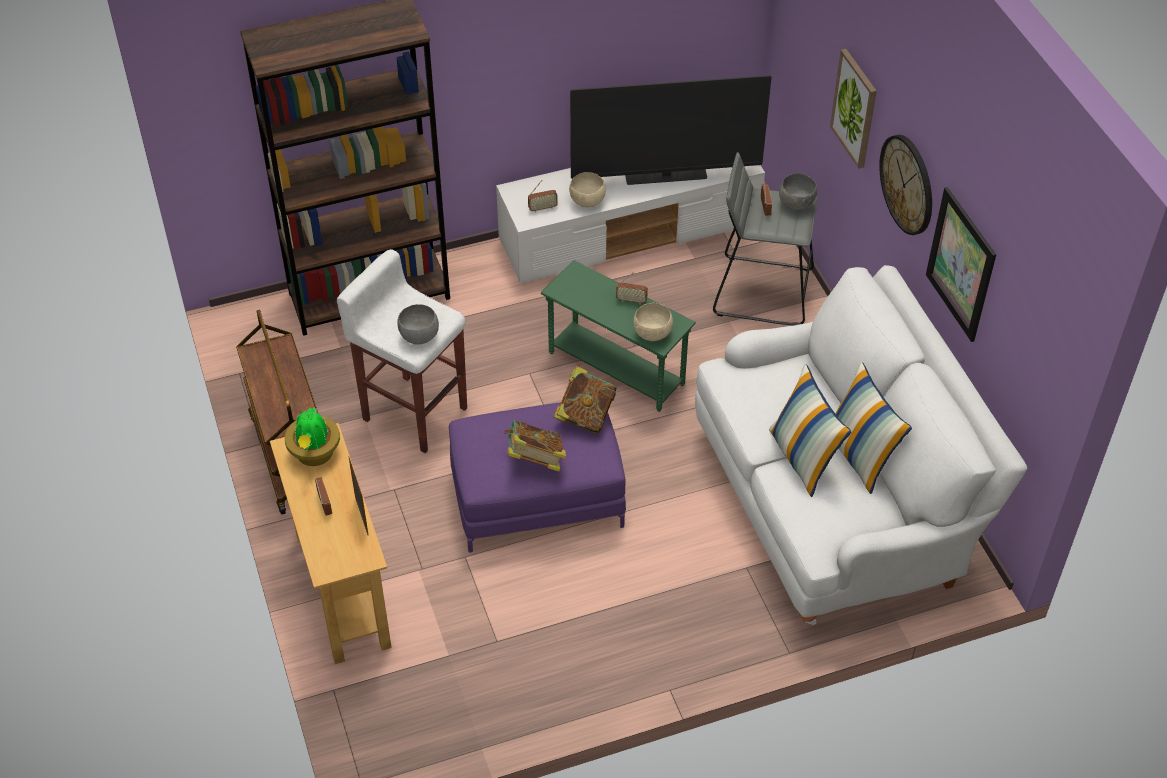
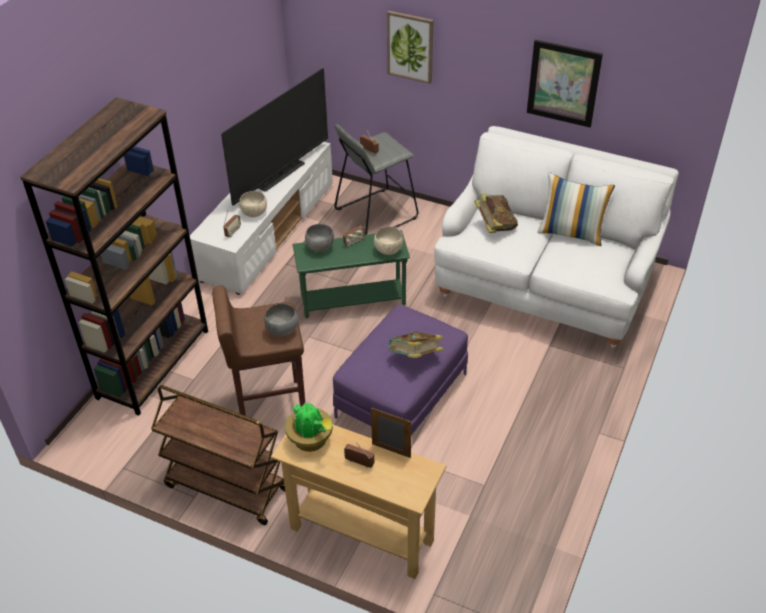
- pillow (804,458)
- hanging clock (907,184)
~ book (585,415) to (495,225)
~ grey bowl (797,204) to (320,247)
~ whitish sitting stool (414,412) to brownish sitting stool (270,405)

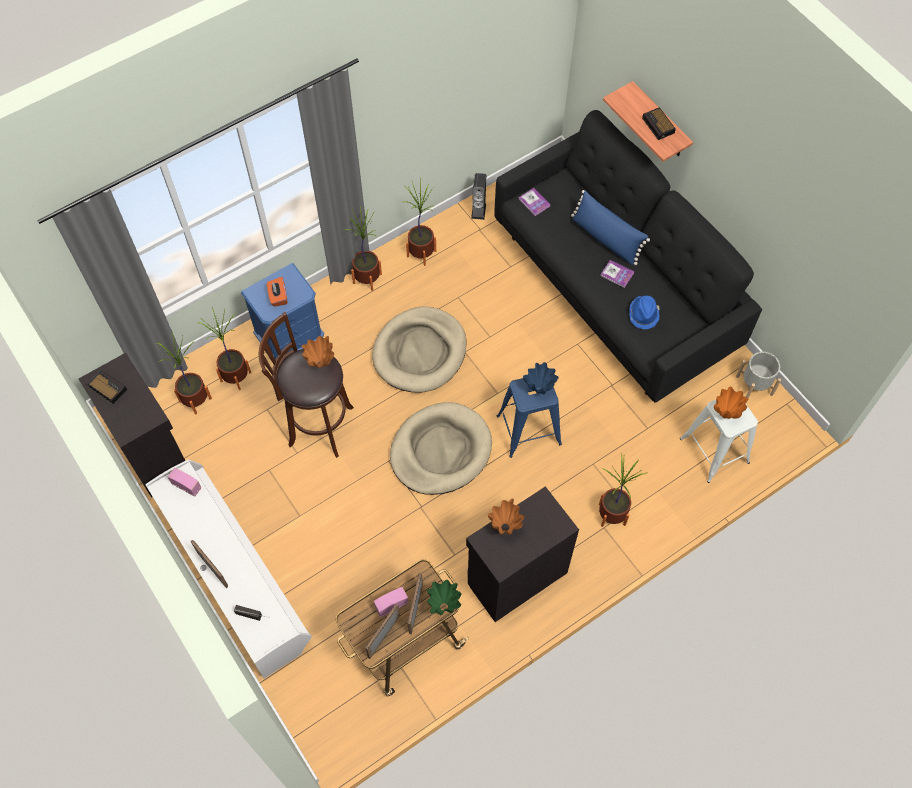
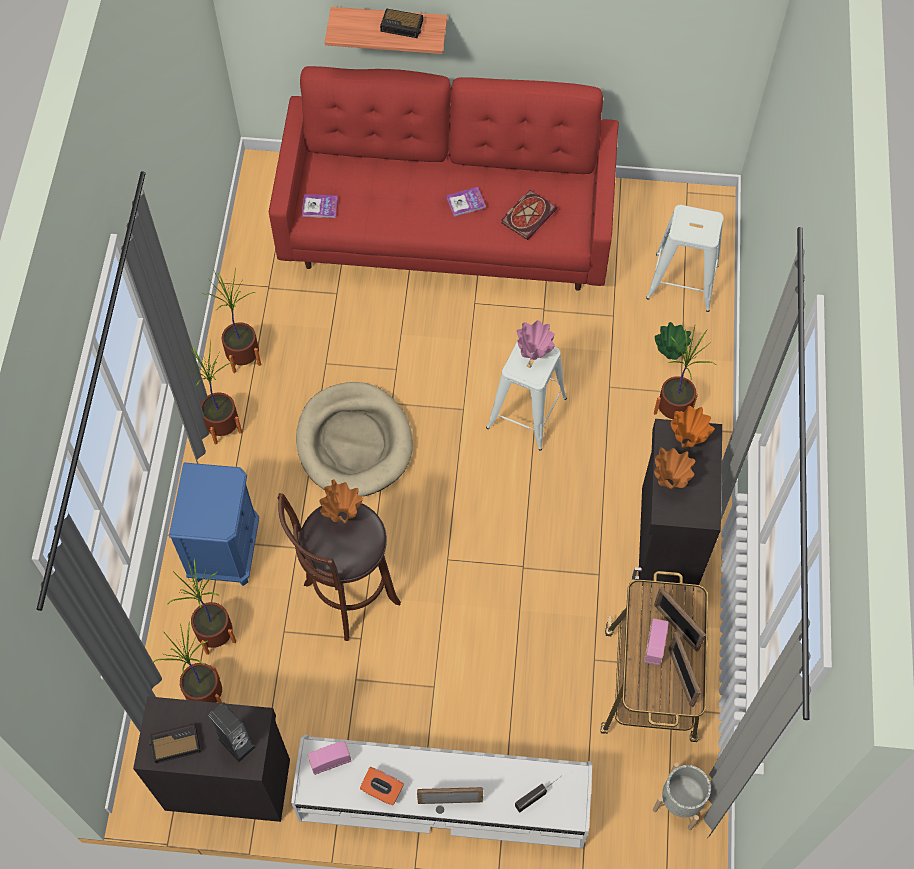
- beige-coloured pet bed (440,451)
- bluish pillow (606,238)
~ orange-coloured tissue box (278,297) to (382,790)
~ green-coloured flower vase (444,606) to (669,355)
~ audio speaker (478,211) to (237,743)
~ orange-coloured flower vase (725,415) to (687,442)
~ grey plant pot (754,385) to (679,801)
~ bluish clothing hat (643,314) to book (528,215)
~ black-coloured settee (614,290) to reddish settee (447,230)
~ bluish sitting stool (529,430) to whitish sitting stool (526,412)
~ bluish flower vase (539,390) to pink-coloured flower vase (534,355)

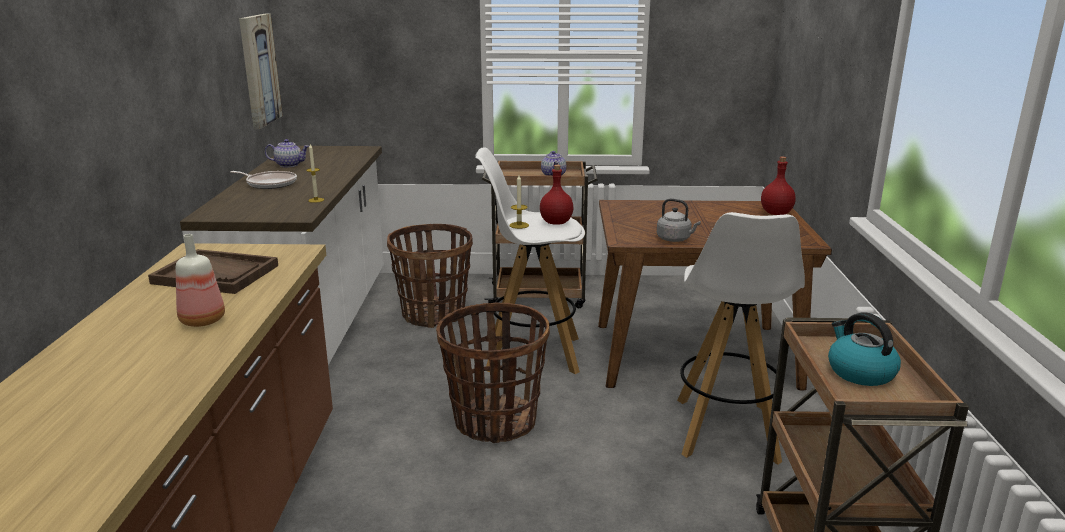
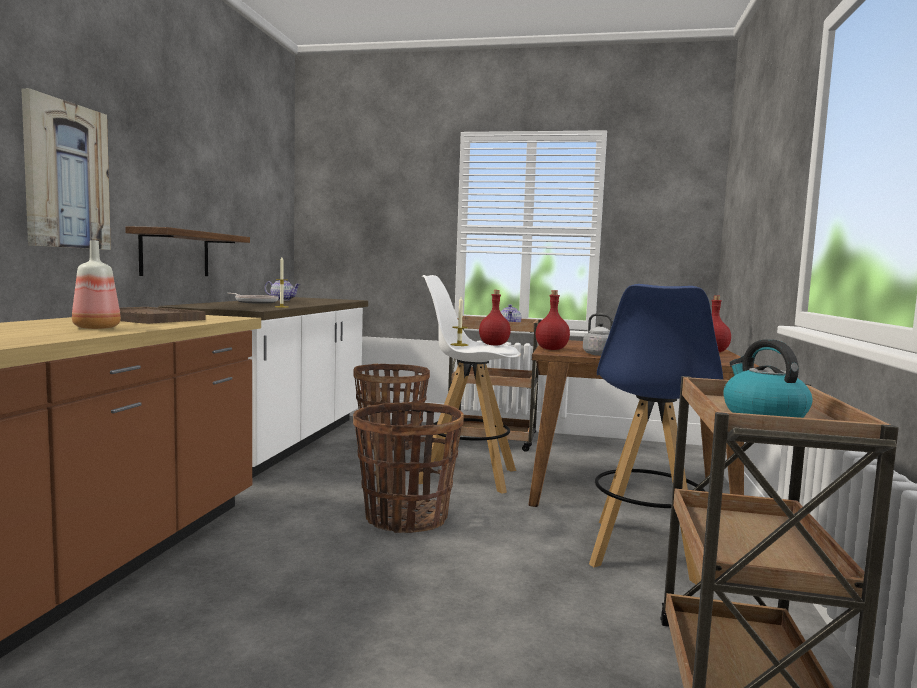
+ bracket shelf (175,253)
+ reddish drink bottle (551,349)
~ wall picture (259,70) to (66,176)
~ whitish sitting stool (726,430) to bluish sitting stool (645,551)

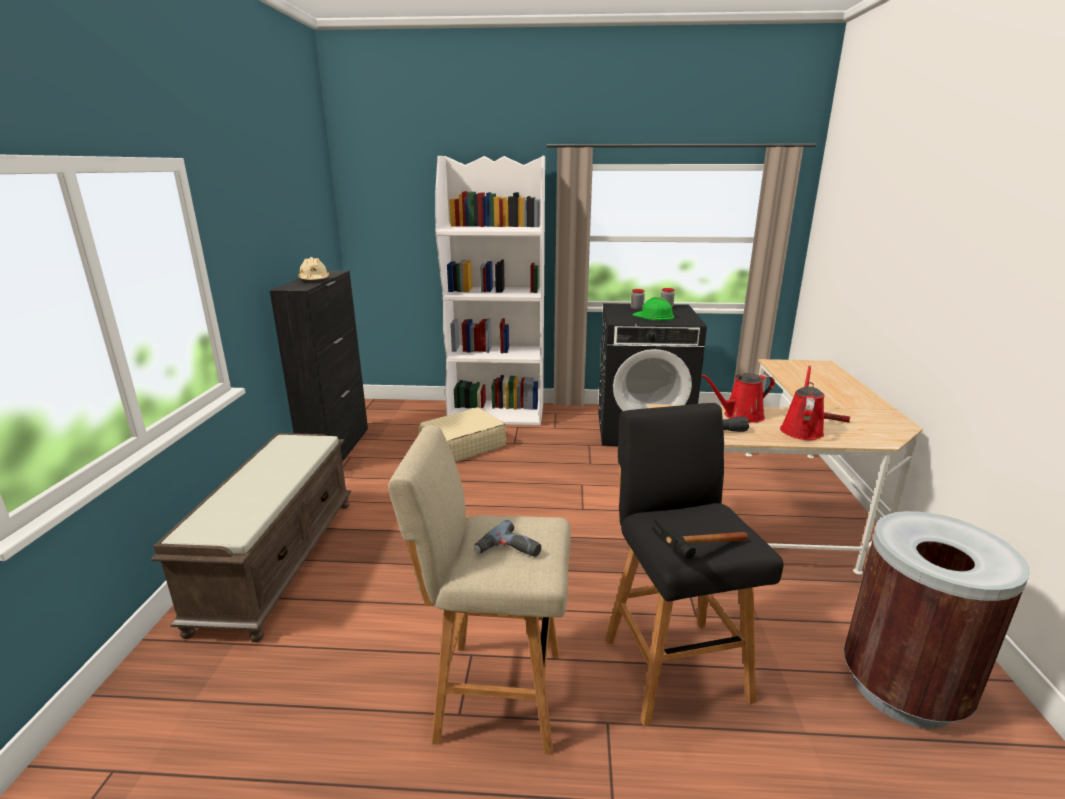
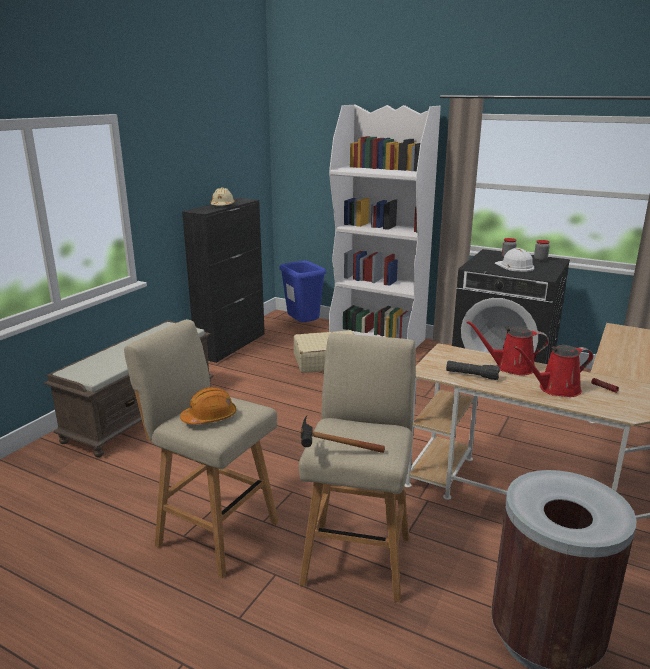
+ bluish rubbish bin (303,327)
~ power drill (508,551) to orange-coloured safety helmet (209,417)
~ black-coloured sitting stool (673,665) to beige-coloured sitting stool (357,557)
~ green-coloured safety helmet (654,316) to whitish safety helmet (514,266)
~ reddish watering can (801,429) = (555,389) 150 degrees counterclockwise

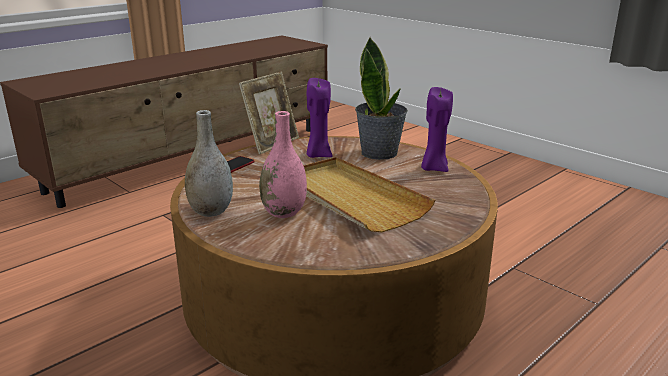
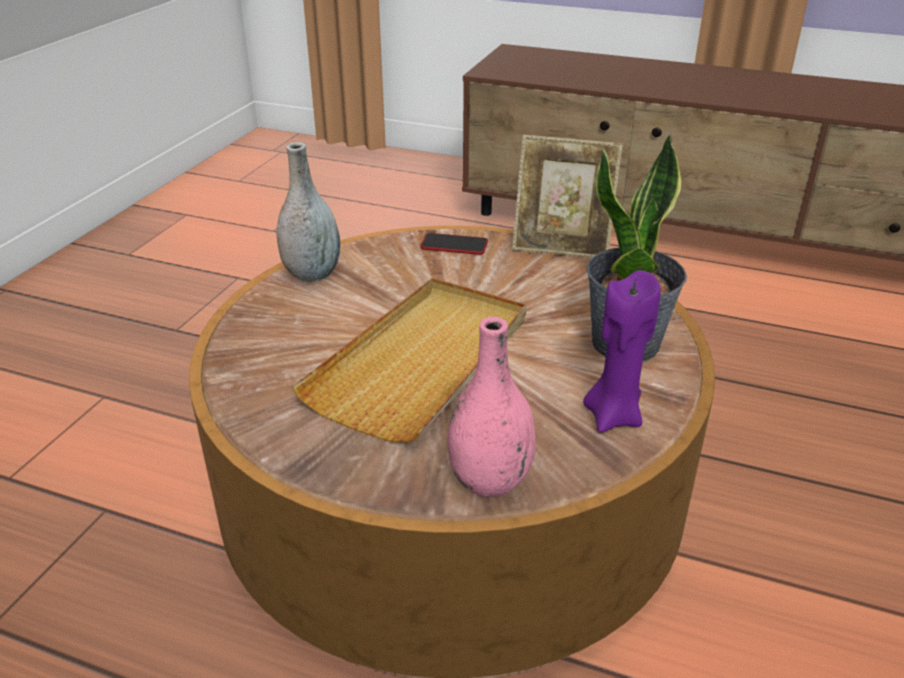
- purple wax candle (318,155)
~ pink-coloured flower vase (284,213) to (489,481)

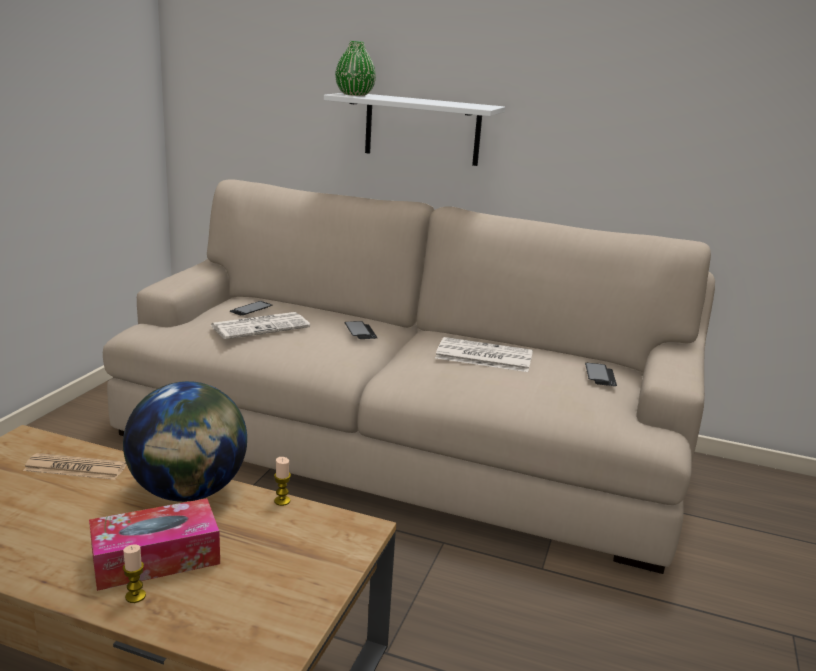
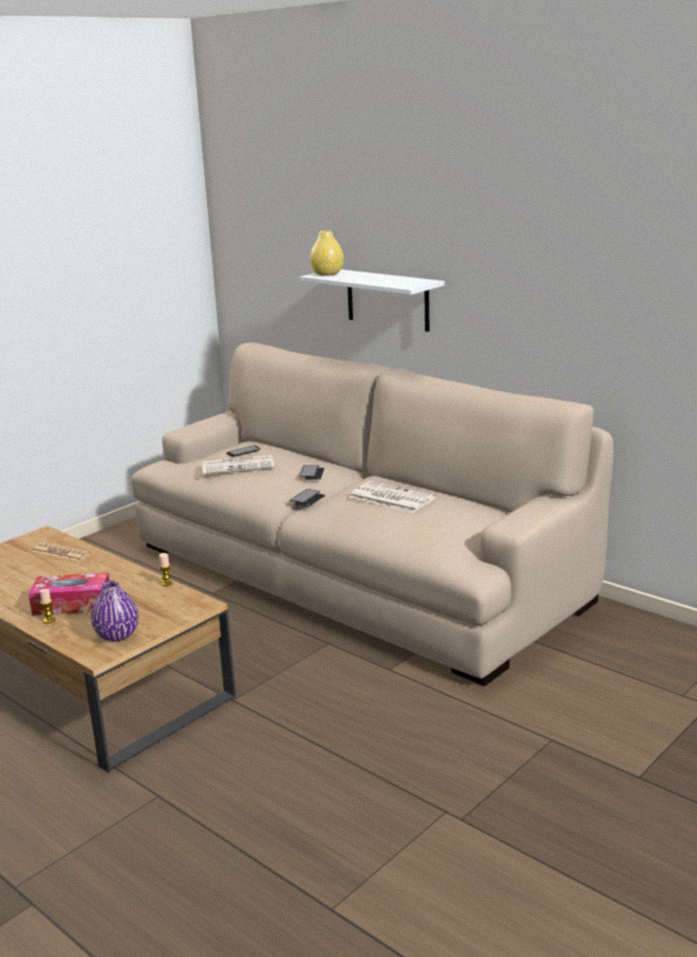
- globe (189,492)
+ purple flower vase (117,635)
~ telephone (600,376) to (307,499)
~ green-coloured flower vase (355,94) to yellow-coloured flower vase (327,274)

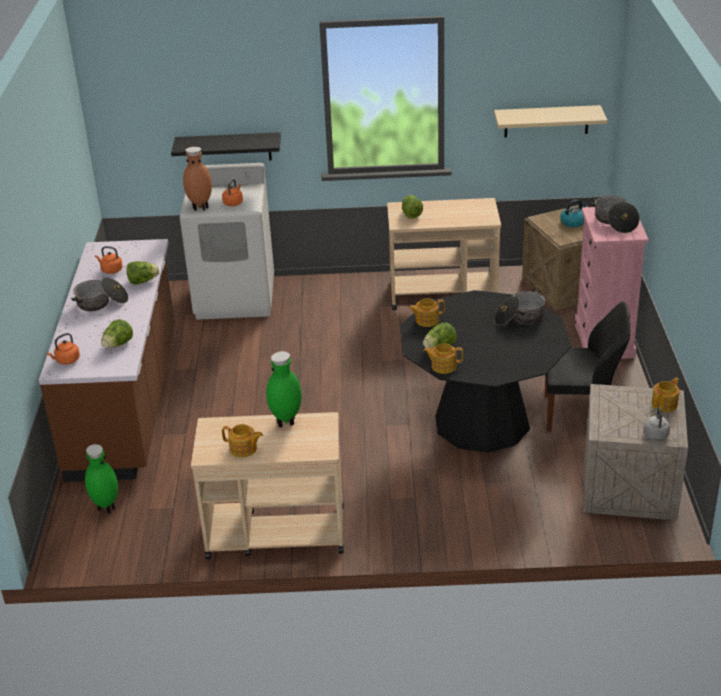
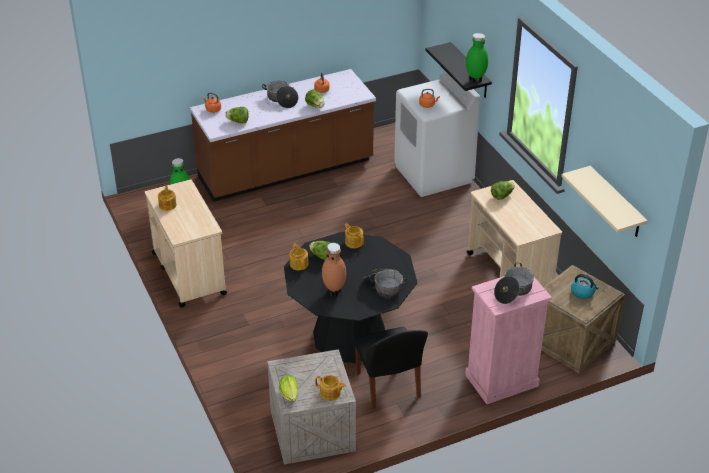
~ brownish flower vase (200,207) to (334,291)
~ green-coloured flower vase (287,423) to (475,80)
~ grey kettle (655,434) to lettuce (289,394)

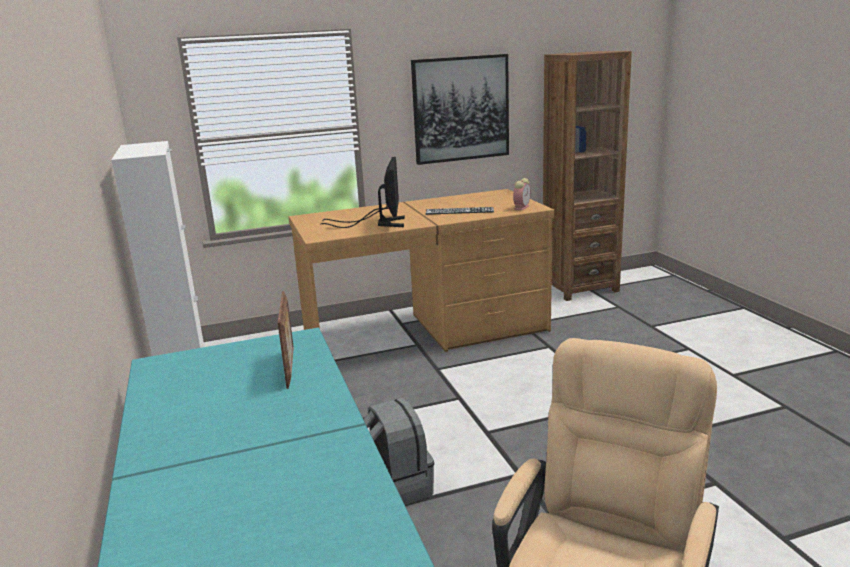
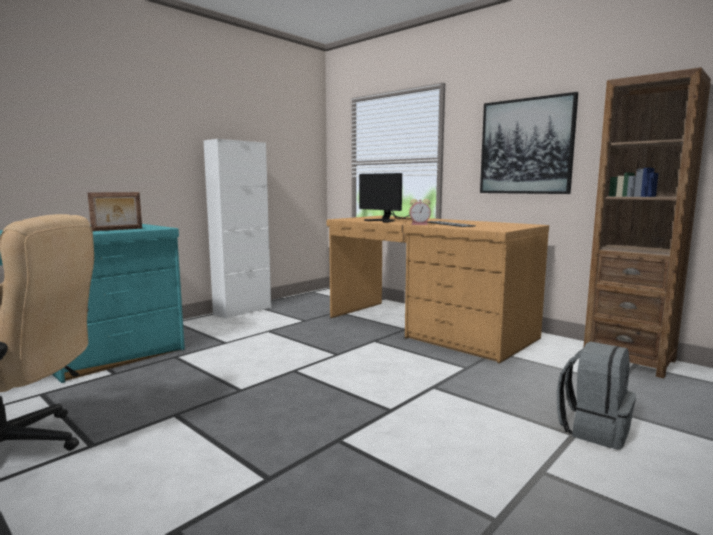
~ grey knapsack (396,487) to (594,429)
~ alarm clock (521,207) to (420,224)
~ monitor (379,223) = (388,220) 75 degrees clockwise

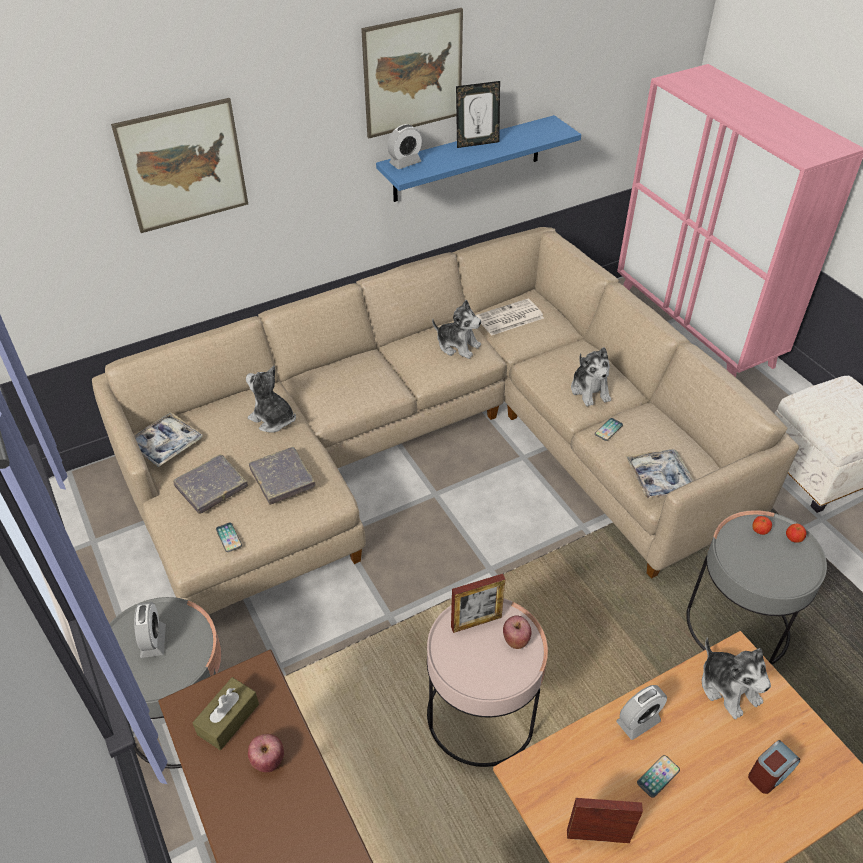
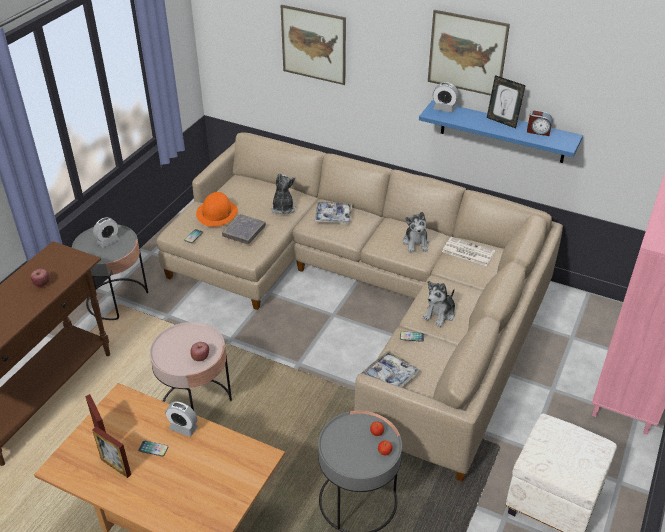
- brownish tissue box (228,719)
- cuddly toy (728,688)
~ serving tray (166,444) to (333,216)
~ standing frame (476,622) to (116,467)
~ alarm clock (769,773) to (538,131)
~ grey book (211,487) to orange-coloured clothing hat (217,213)

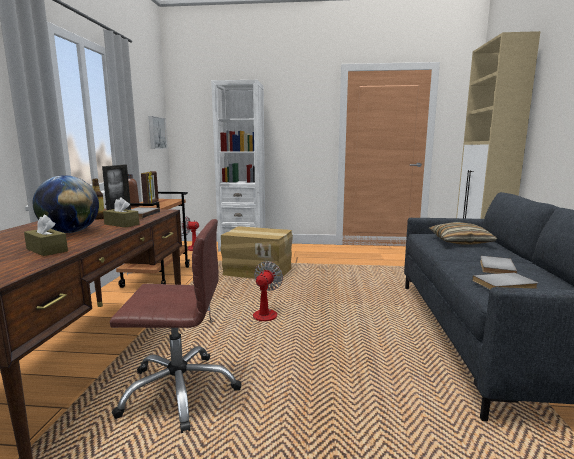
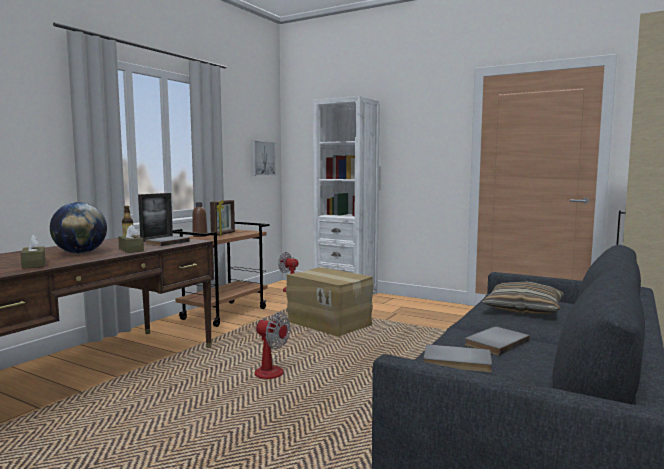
- brownish computer chair (179,390)
~ cooling fan (255,318) = (269,369) 75 degrees clockwise

